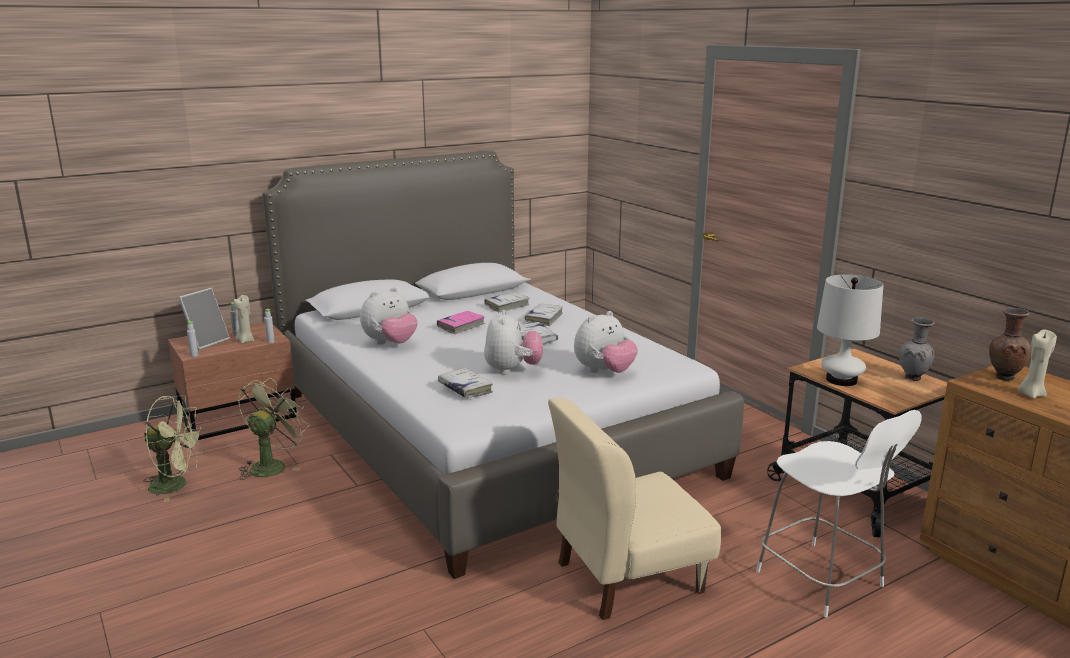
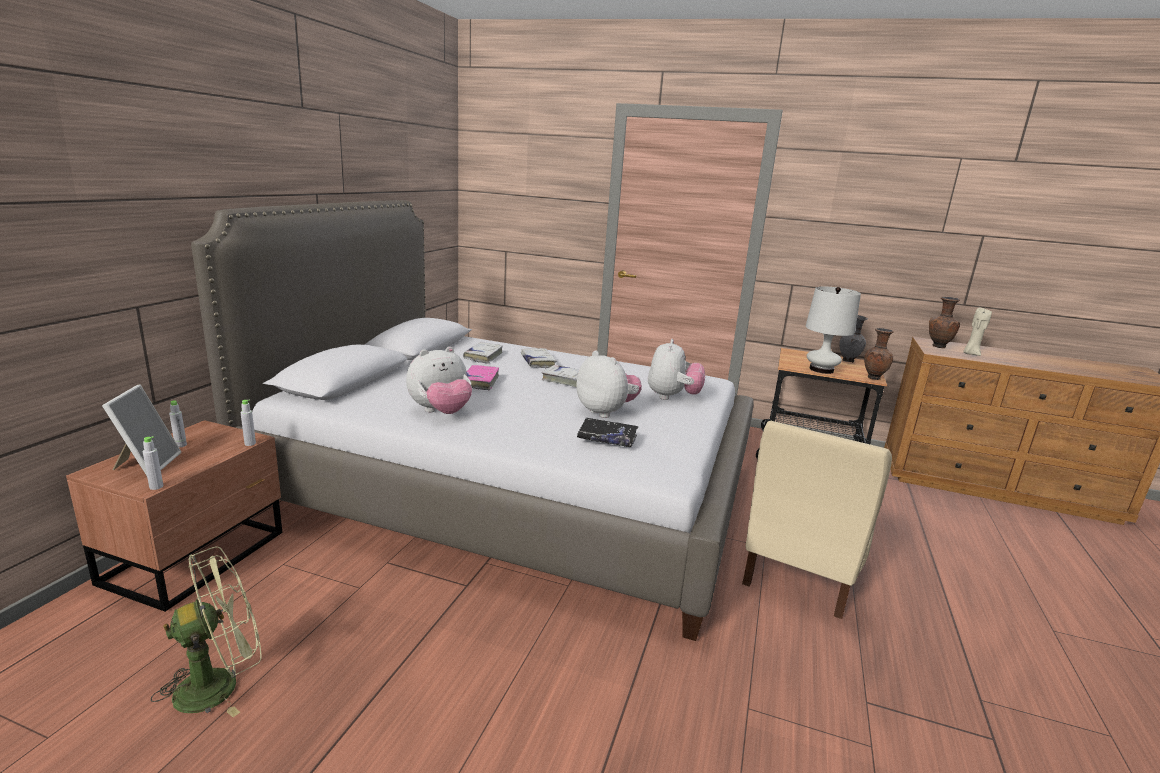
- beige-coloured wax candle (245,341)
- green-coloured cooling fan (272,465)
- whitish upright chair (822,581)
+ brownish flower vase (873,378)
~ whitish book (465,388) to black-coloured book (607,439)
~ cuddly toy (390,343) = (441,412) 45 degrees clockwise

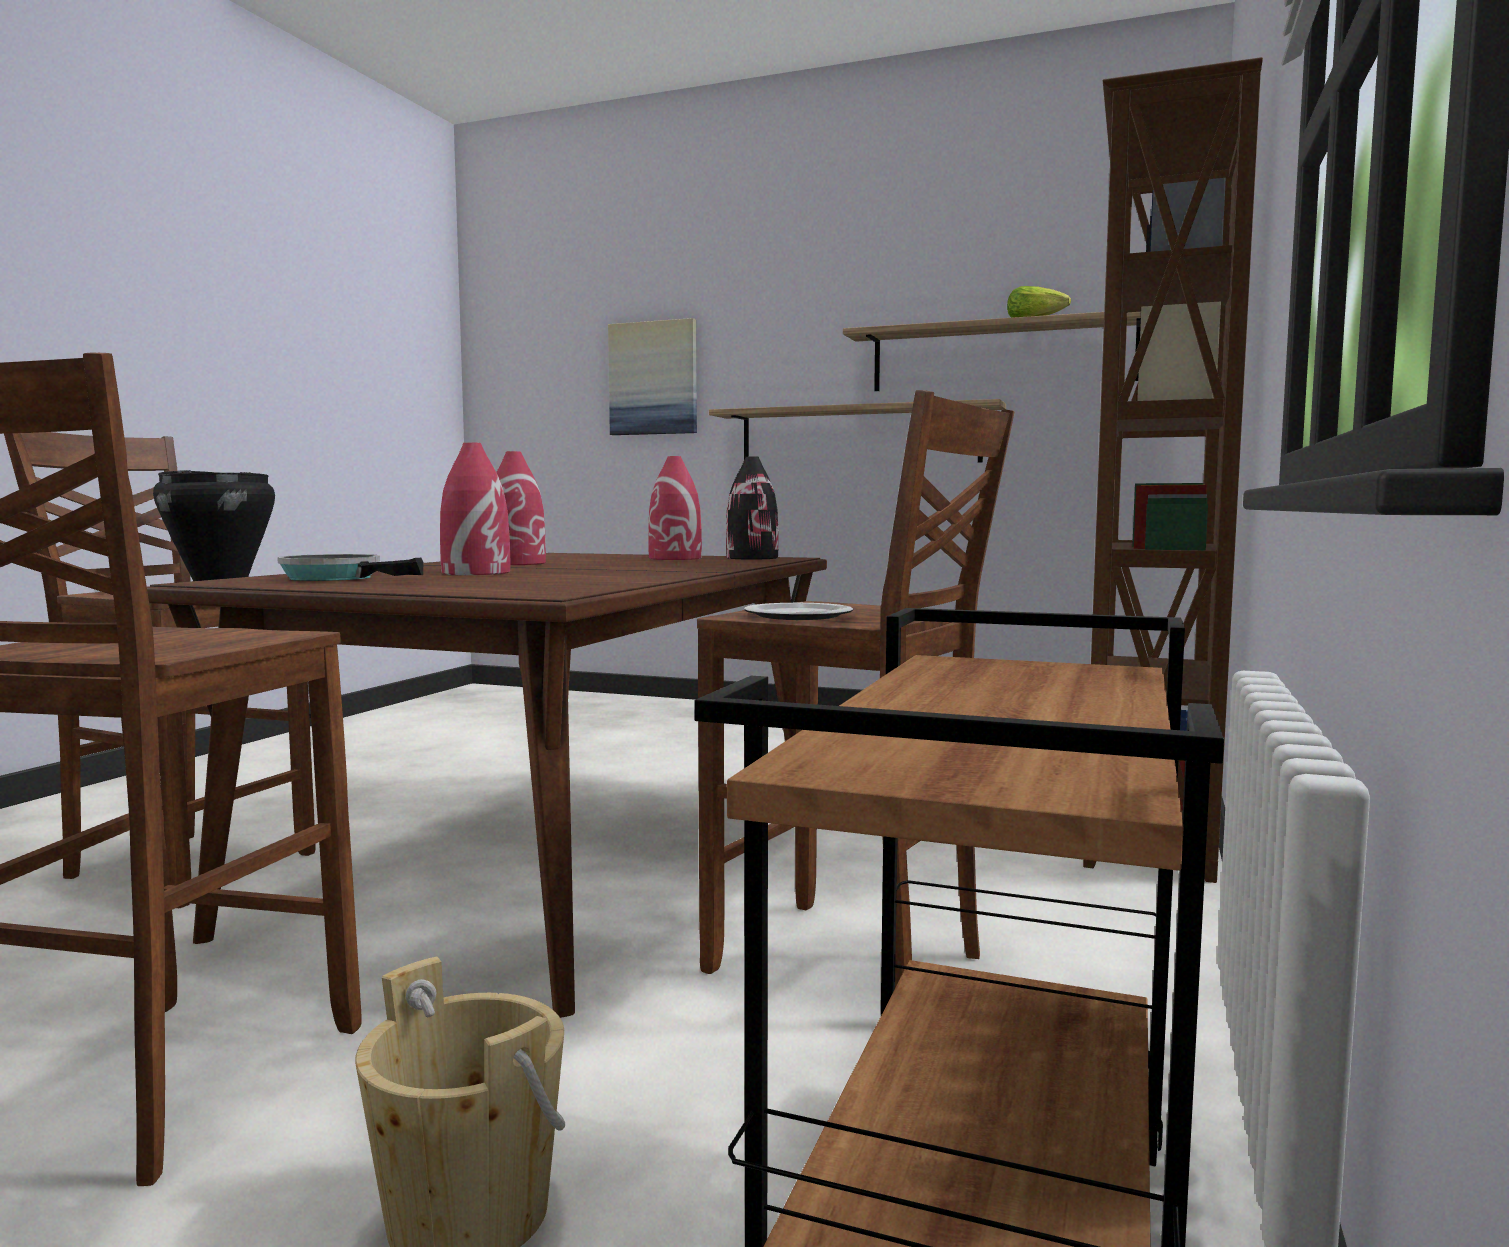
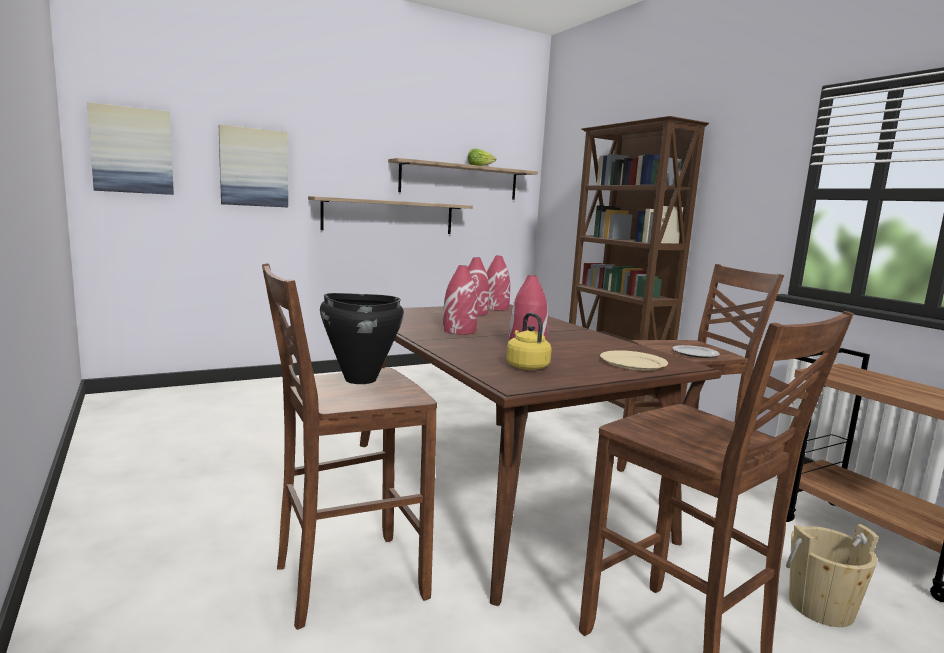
+ wall picture (132,150)
+ beige-coloured dinner plate (632,363)
~ skillet (338,578) to yellow-coloured kettle (526,366)
~ black-coloured flower vase (752,558) to reddish flower vase (495,308)

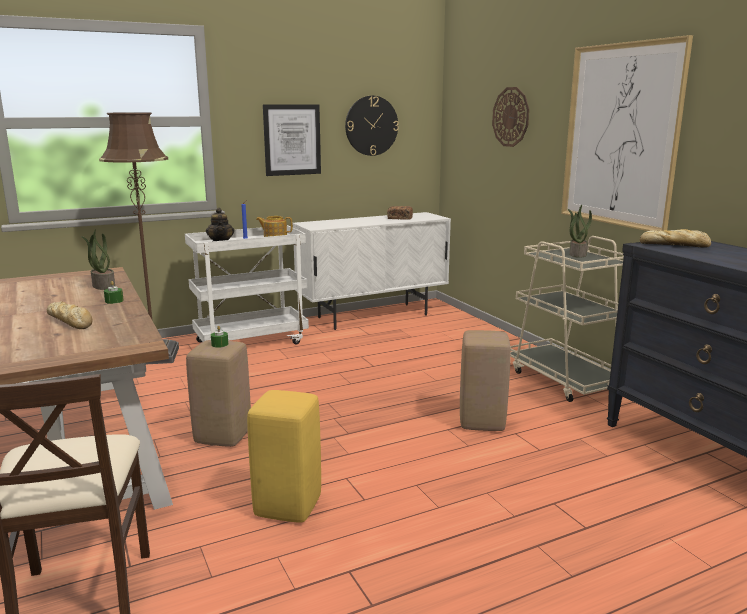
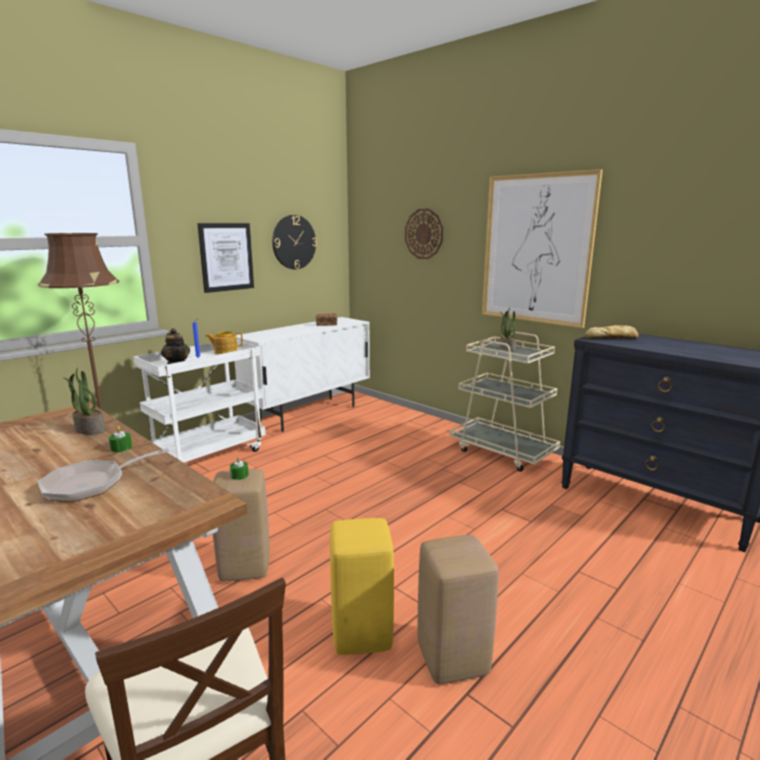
~ beige-coloured sitting stool (482,422) to (453,658)
~ bakery bread (70,321) to skillet (91,484)

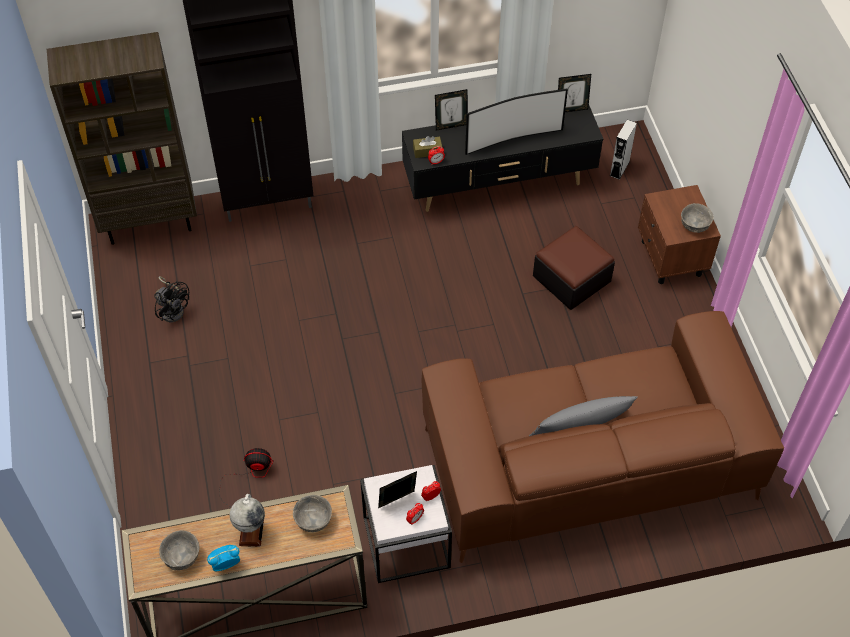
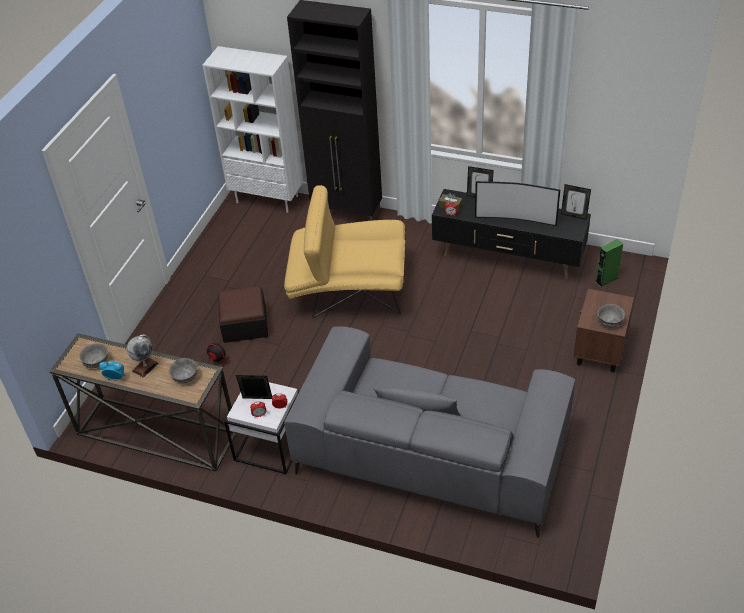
- black-coloured cooling fan (173,309)
+ yellow-coloured lounge chair (349,290)
~ ottoman (571,278) to (244,324)
~ brownish bookcase (150,222) to whitish bookcase (268,199)
~ brownish settee (588,462) to grey settee (431,454)
~ grey audio speaker (619,168) to green-coloured audio speaker (606,280)

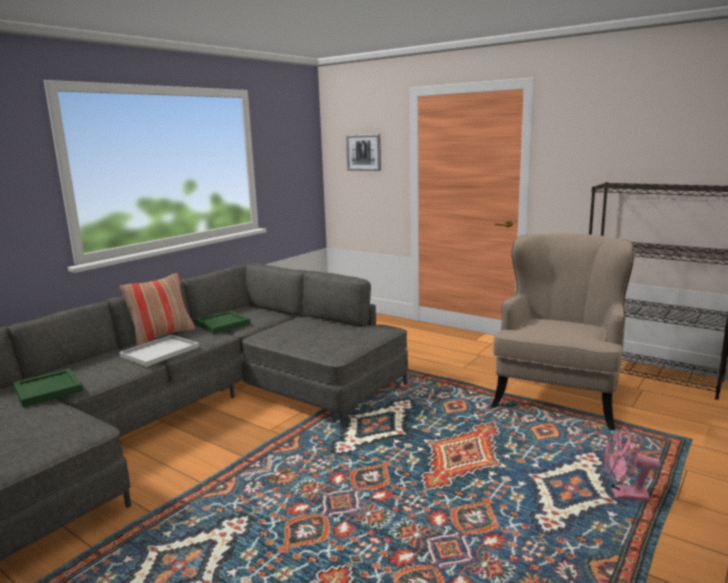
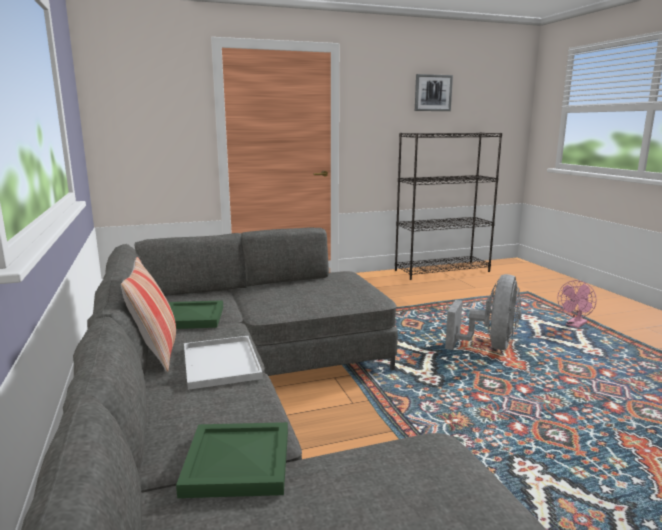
- beige-coloured lounge chair (558,397)
+ grey cooling fan (489,346)
~ wall picture (364,152) to (433,93)

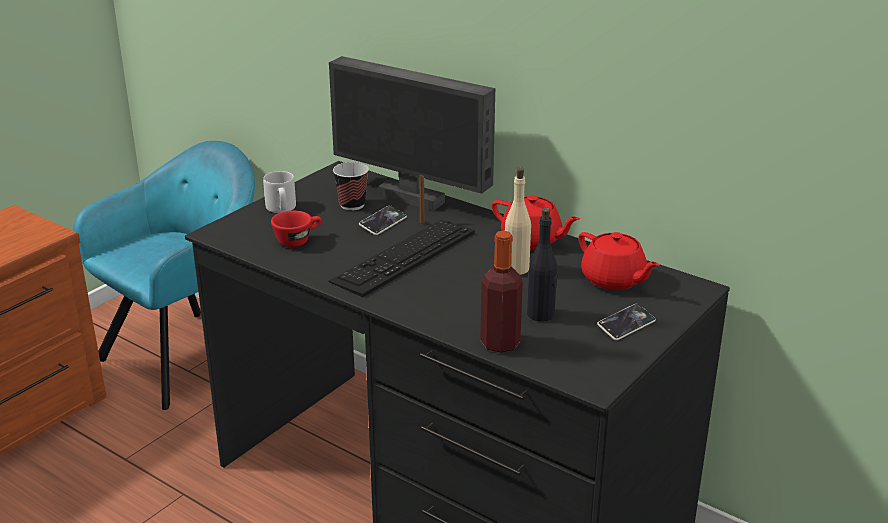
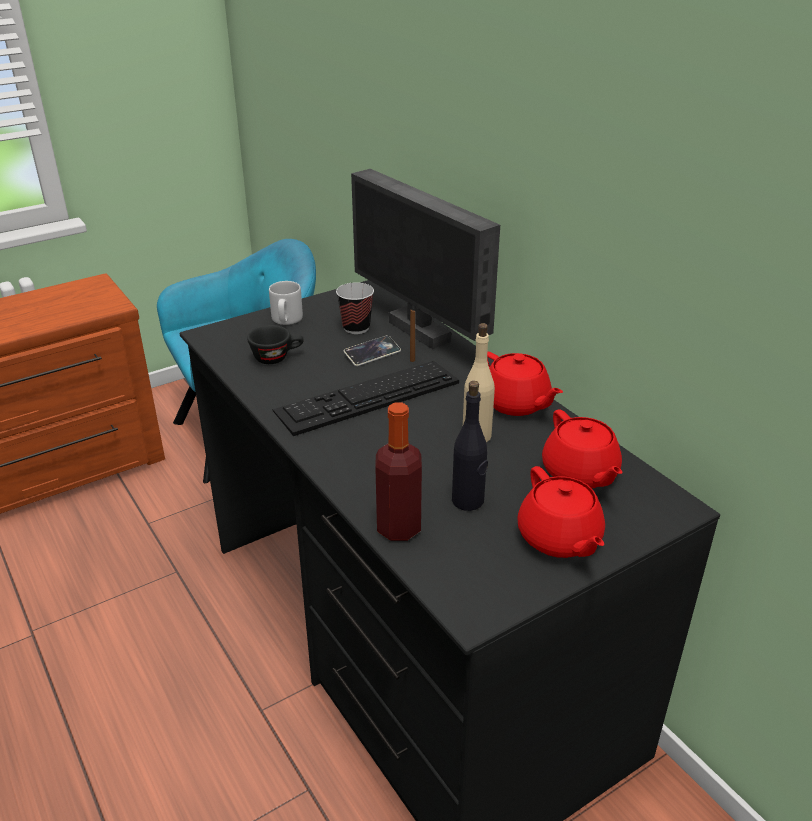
~ telephone (626,325) to reddish teapot (559,539)
~ reddish small cup (298,240) to black-coloured small cup (277,357)

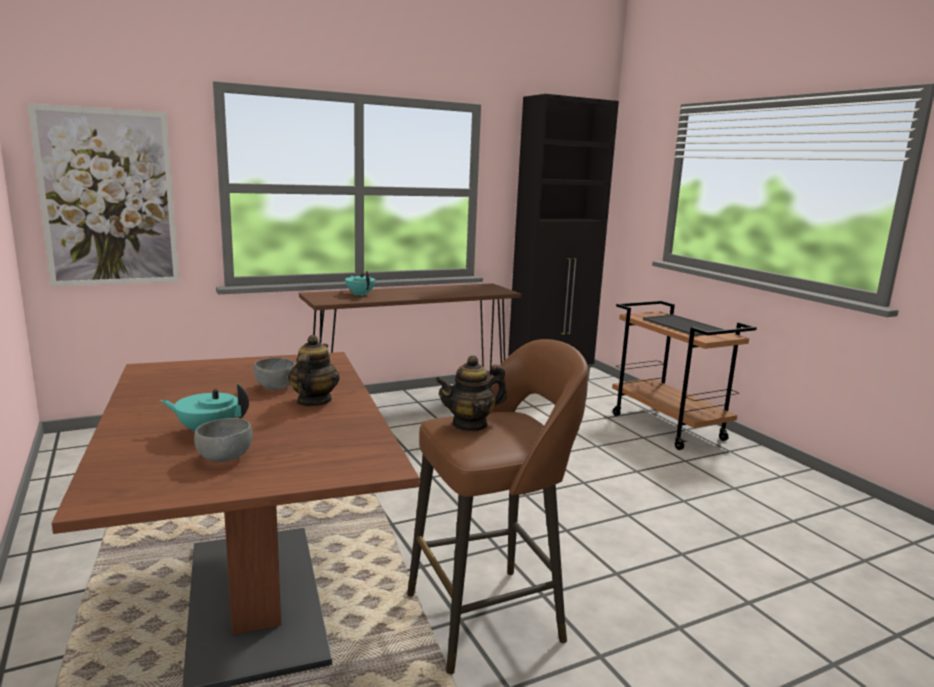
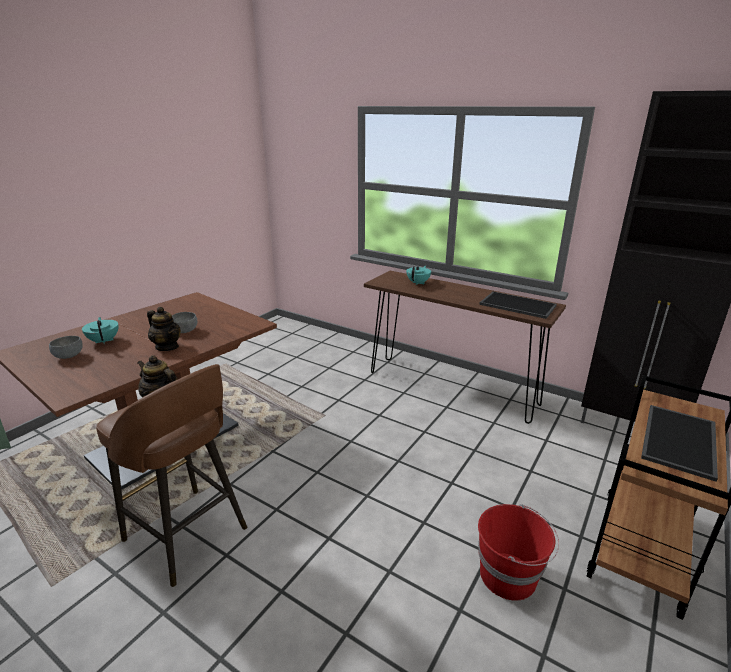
- wall picture (108,198)
+ reddish bucket (509,575)
+ serving tray (516,305)
~ teapot (313,401) = (167,347) 60 degrees clockwise

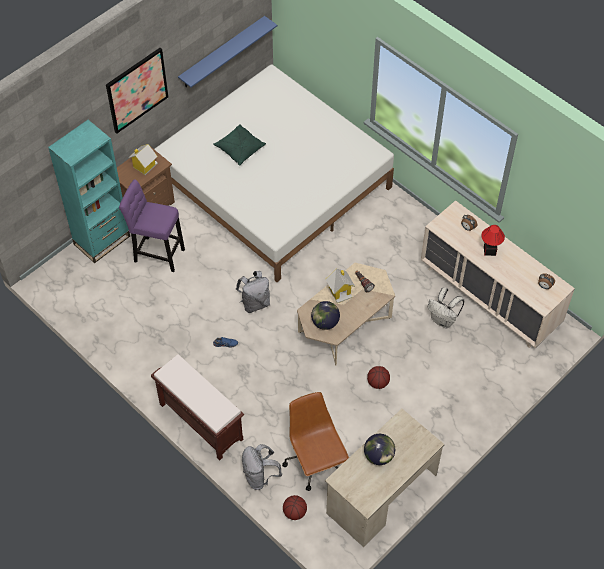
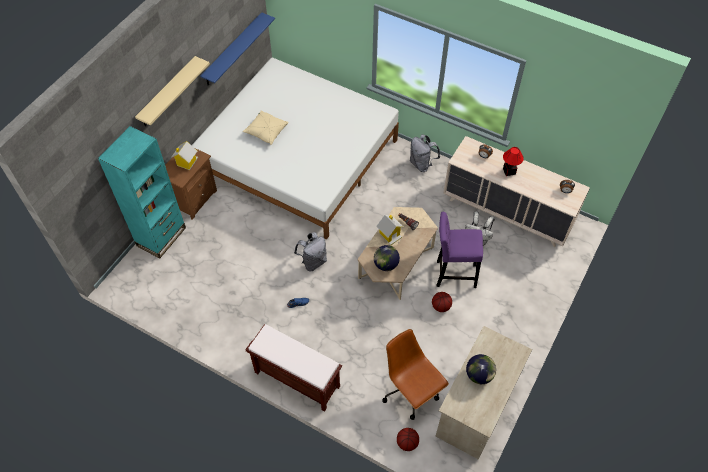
~ purple sitting stool (157,254) to (453,274)
~ grey knapsack (260,476) to (422,164)
~ wall picture (137,90) to beige-coloured bracket shelf (168,92)
~ green-coloured pillow (239,149) to beige-coloured pillow (266,131)

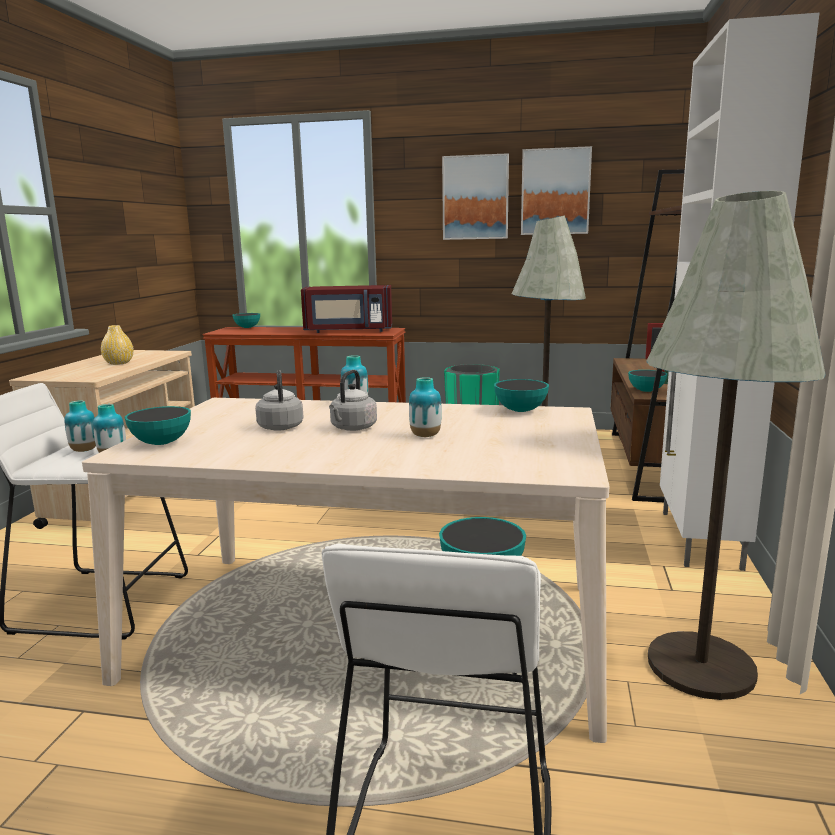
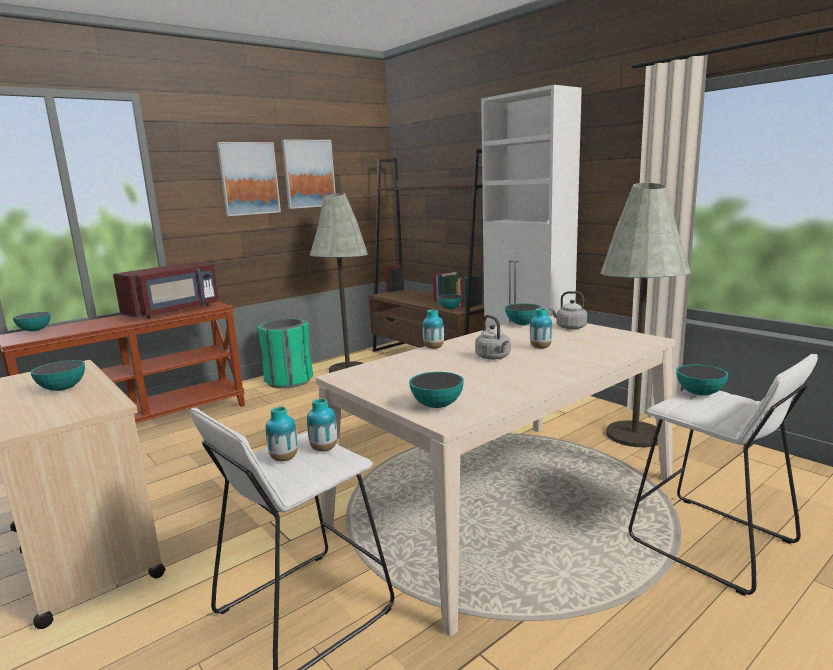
~ grey kettle (280,426) to (569,327)
~ yellow-coloured flower vase (119,363) to bowl (62,389)

